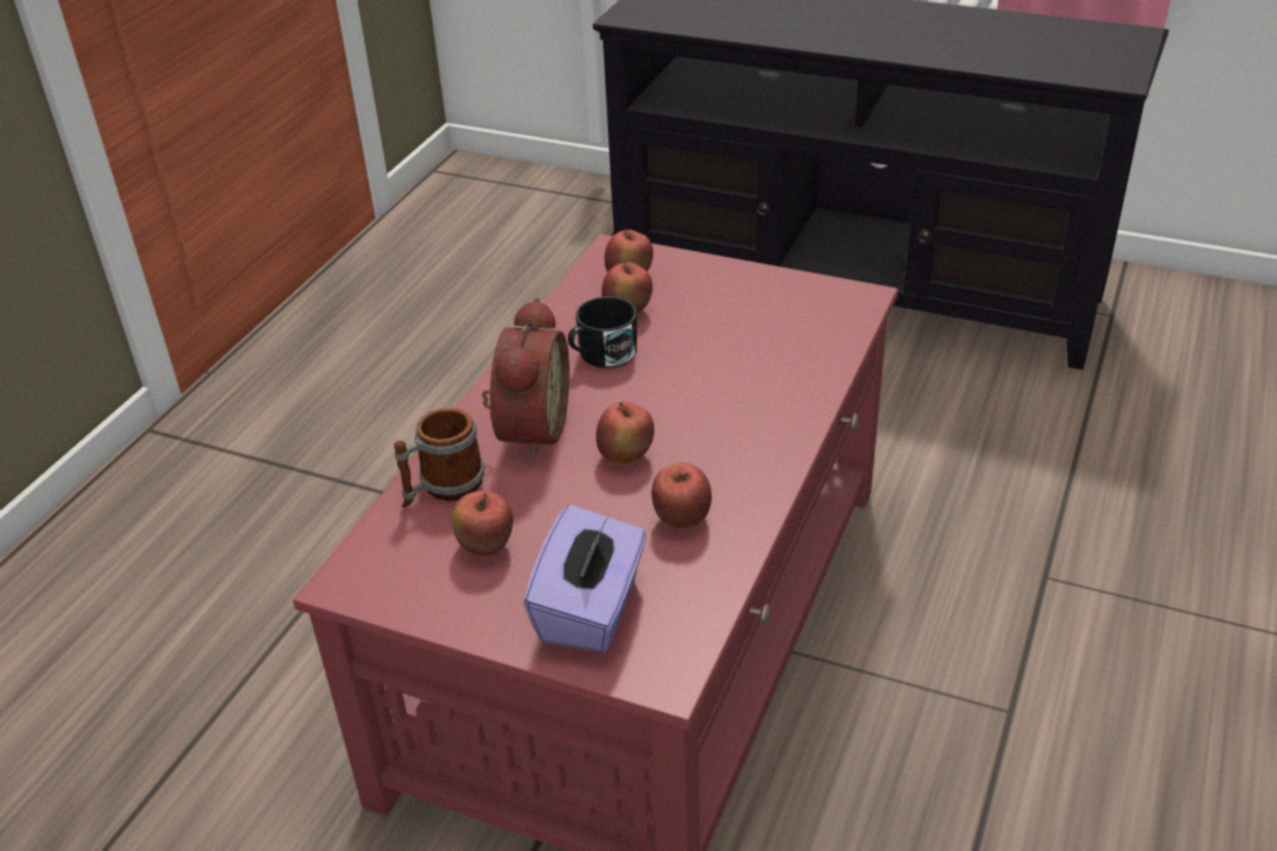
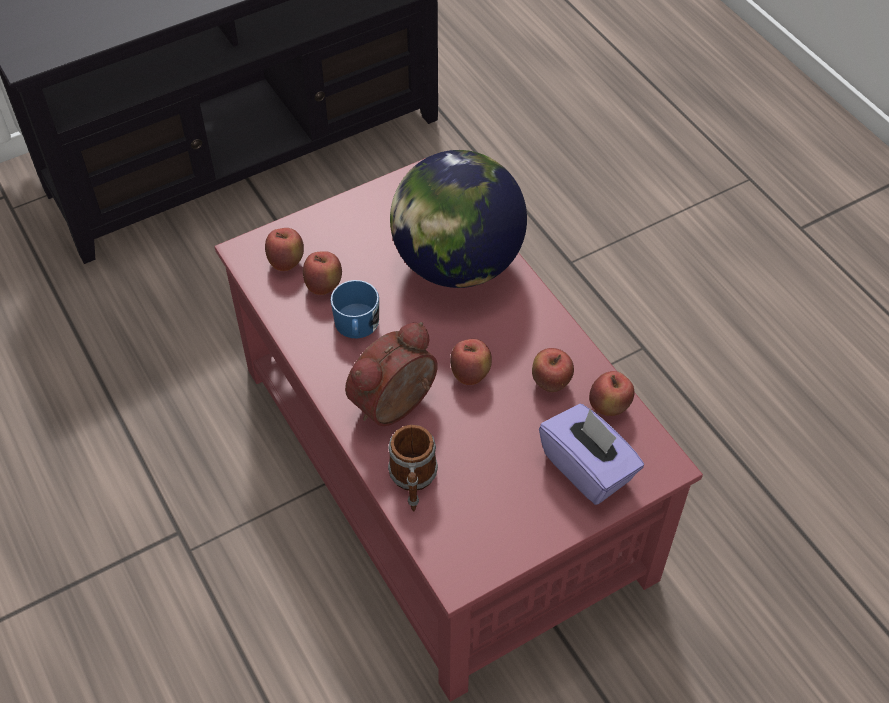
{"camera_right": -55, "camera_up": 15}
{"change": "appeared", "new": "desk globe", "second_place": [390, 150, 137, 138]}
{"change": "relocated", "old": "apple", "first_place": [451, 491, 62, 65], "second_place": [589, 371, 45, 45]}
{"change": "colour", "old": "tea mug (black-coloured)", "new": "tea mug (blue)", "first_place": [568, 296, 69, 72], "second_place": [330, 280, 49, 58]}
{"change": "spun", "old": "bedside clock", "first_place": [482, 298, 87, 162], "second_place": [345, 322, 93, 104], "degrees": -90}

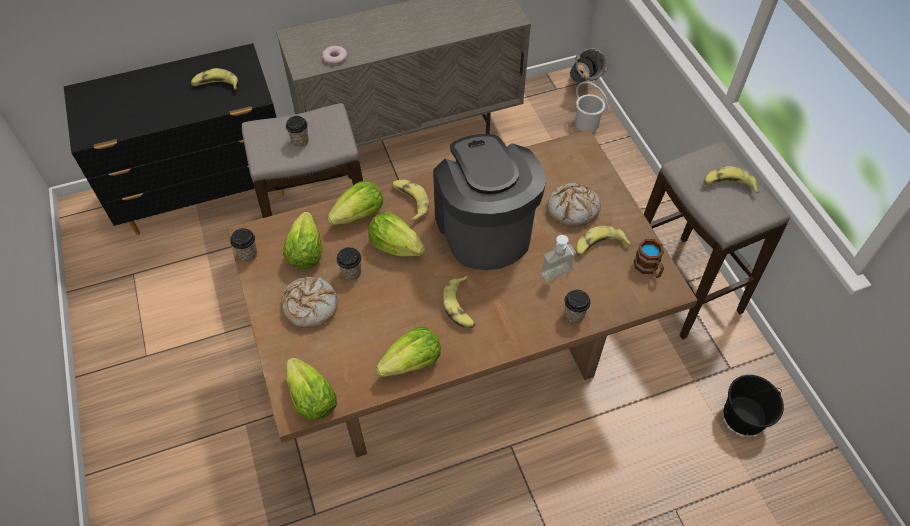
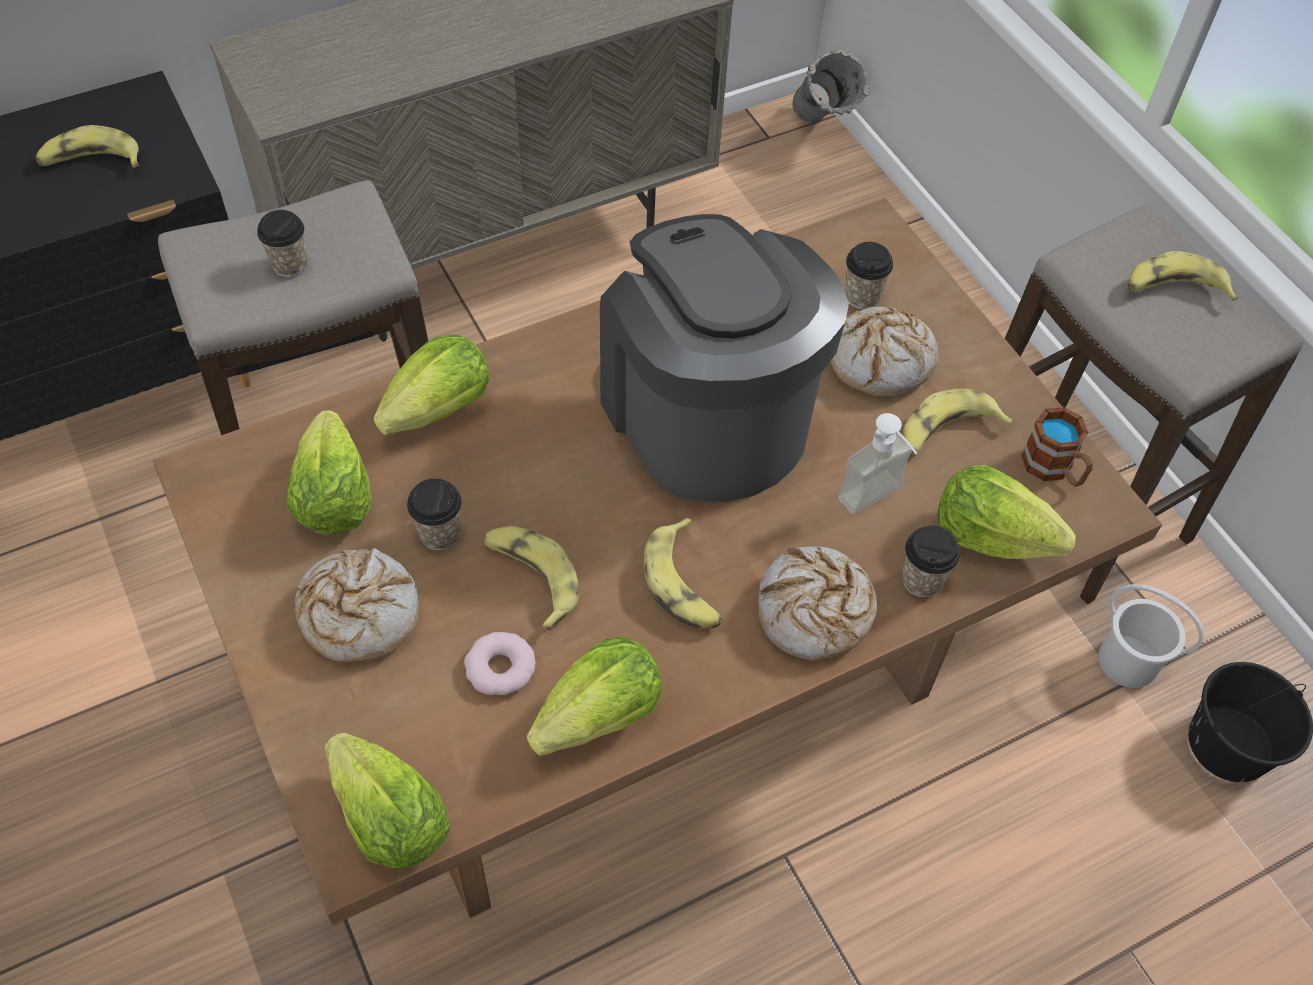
{"camera_right": -10, "camera_up": 0}
{"change": "appeared", "new": "baked bread", "second_place": [758, 546, 119, 115]}
{"change": "relocated", "old": "drinking cup", "first_place": [230, 228, 27, 34], "second_place": [845, 242, 48, 67]}
{"change": "relocated", "old": "doughnut", "first_place": [322, 46, 25, 18], "second_place": [464, 632, 72, 63]}
{"change": "relocated", "old": "lettuce head", "first_place": [368, 212, 58, 45], "second_place": [937, 465, 139, 94]}
{"change": "relocated", "old": "banana", "first_place": [391, 180, 38, 42], "second_place": [483, 526, 96, 105]}
{"change": "relocated", "old": "water bucket (whitish)", "first_place": [575, 81, 33, 51], "second_place": [1098, 584, 106, 104]}

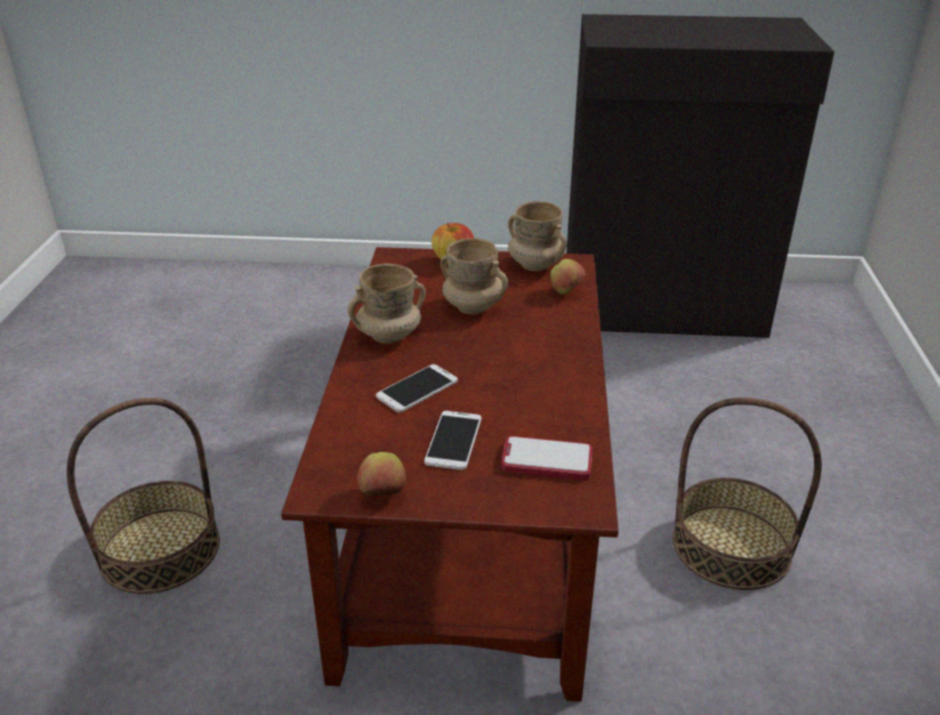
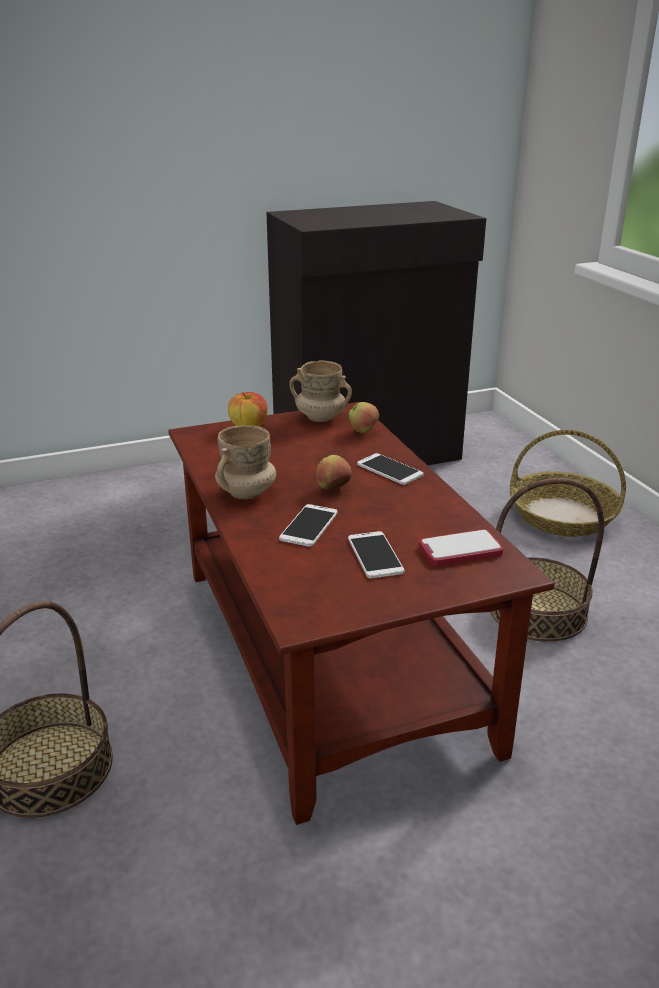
{"camera_right": -25, "camera_up": -5}
{"change": "missing", "old": "tea mug (sand-coloured)", "first_place": [440, 238, 68, 77]}
{"change": "appeared", "new": "telephone", "second_place": [357, 453, 67, 32]}
{"change": "appeared", "new": "household basket", "second_place": [510, 430, 116, 107]}
{"change": "relocated", "old": "apple", "first_place": [357, 452, 49, 43], "second_place": [316, 455, 36, 35]}

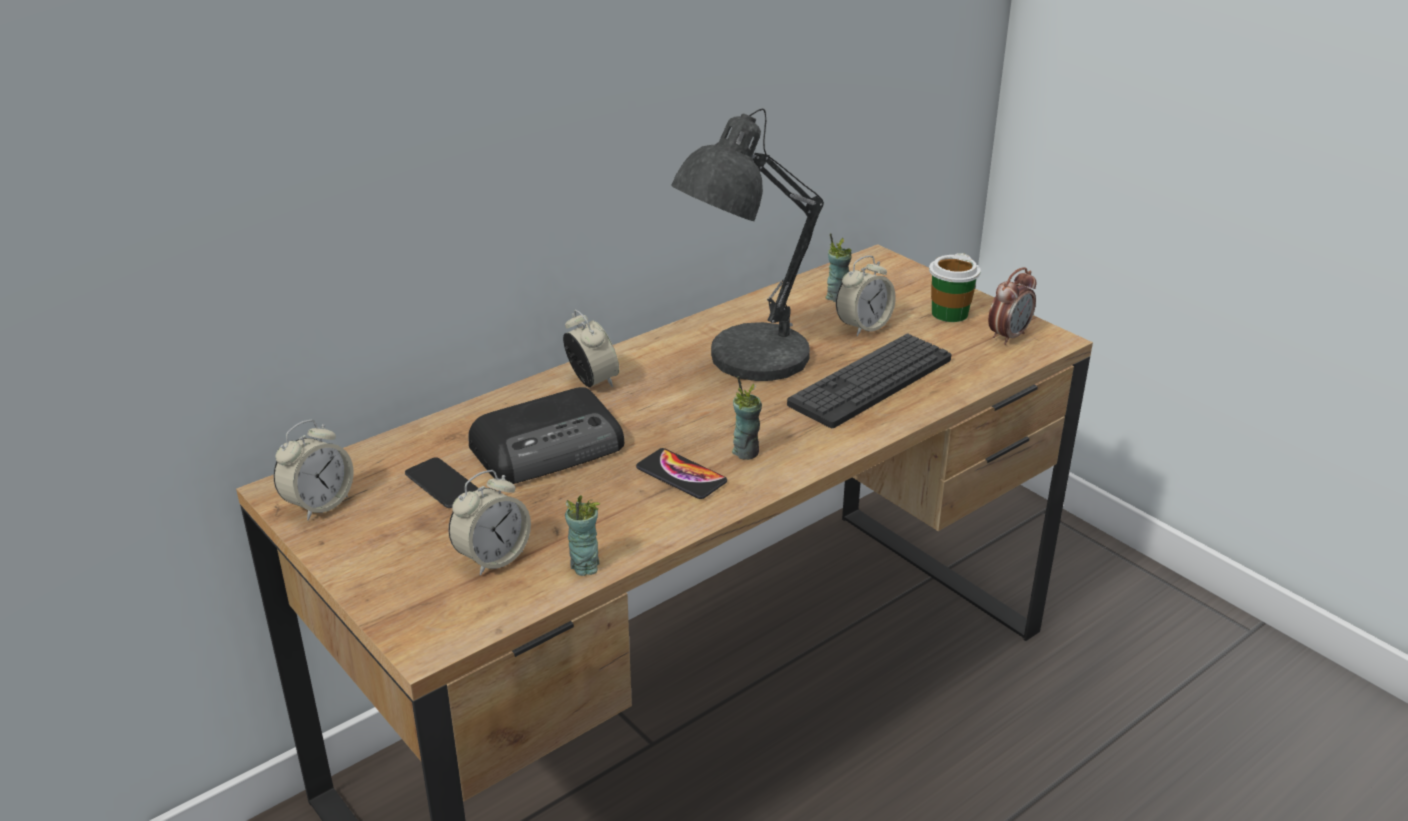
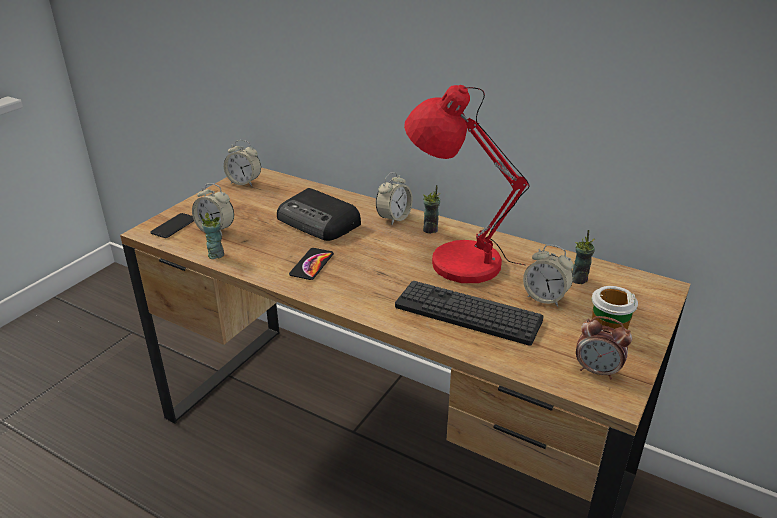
{"camera_right": 70, "camera_up": 0}
{"change": "relocated", "old": "telephone", "first_place": [405, 457, 73, 51], "second_place": [150, 213, 44, 25]}
{"change": "relocated", "old": "drinking cup", "first_place": [732, 376, 30, 84], "second_place": [423, 185, 17, 49]}
{"change": "colour", "old": "tabletop lamp (grey)", "new": "tabletop lamp (red)", "first_place": [671, 109, 153, 272], "second_place": [404, 85, 125, 198]}

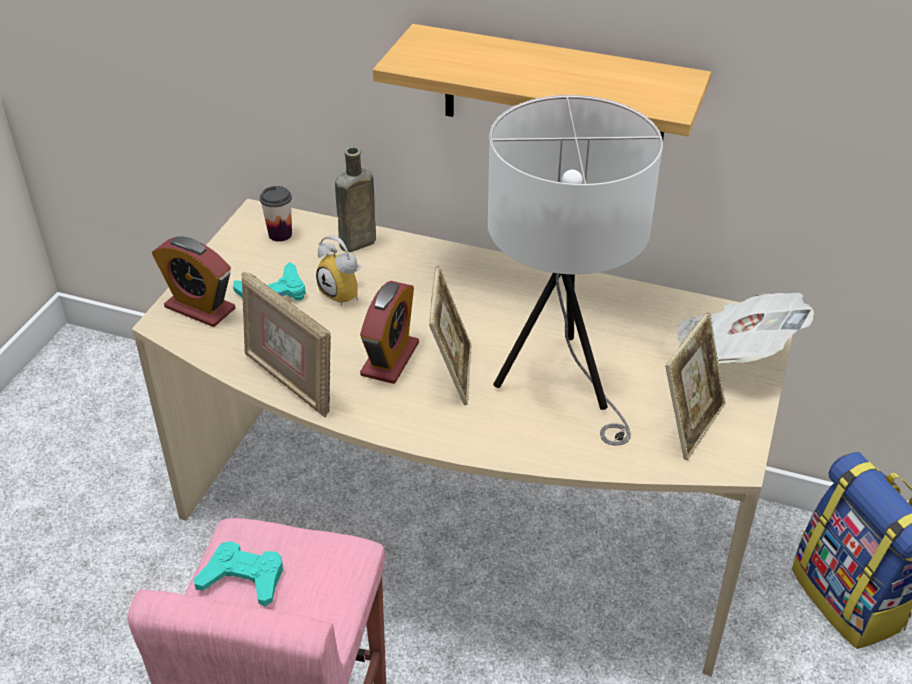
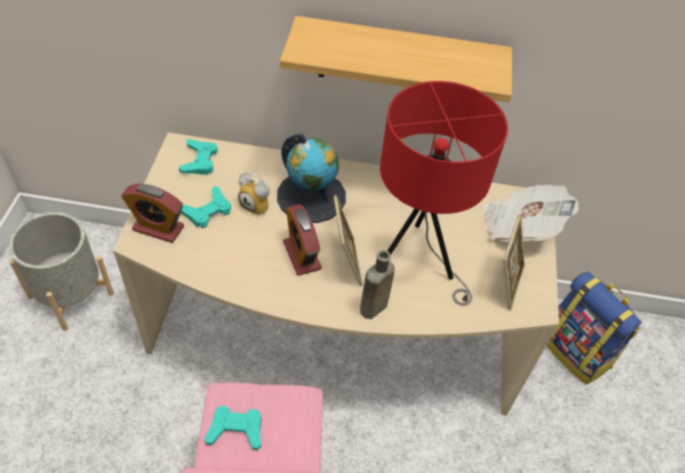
{"camera_right": -15, "camera_up": 10}
{"change": "missing", "old": "photo frame", "first_place": [242, 272, 89, 145]}
{"change": "appeared", "new": "plant pot (grey)", "second_place": [9, 212, 105, 119]}
{"change": "appeared", "new": "desk globe", "second_place": [277, 133, 69, 90]}
{"change": "relocated", "old": "drink bottle (brownish)", "first_place": [335, 147, 41, 105], "second_place": [360, 250, 34, 69]}
{"change": "exchanged", "old": "drinking cup", "new": "gamepad (blue-green)", "first_place": [260, 186, 32, 56], "second_place": [179, 139, 39, 36]}
{"change": "colour", "old": "tabletop lamp (whitish)", "new": "tabletop lamp (red)", "first_place": [488, 95, 175, 350], "second_place": [380, 81, 128, 224]}
{"change": "spun", "old": "bedside clock", "first_place": [360, 281, 59, 103], "second_place": [283, 204, 39, 72], "degrees": 150}

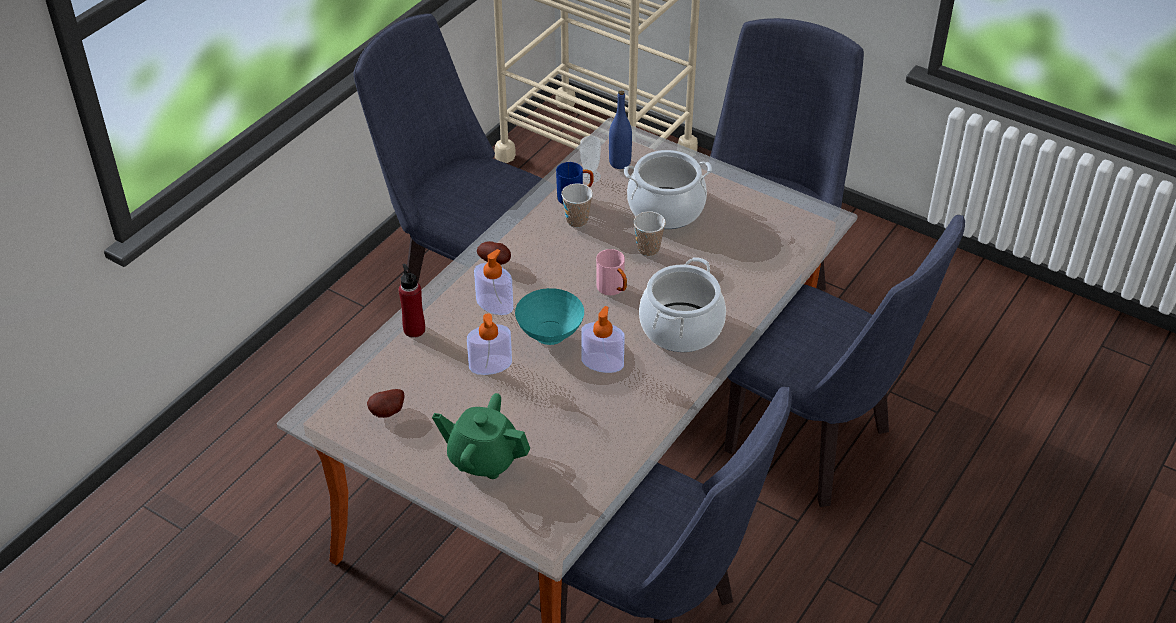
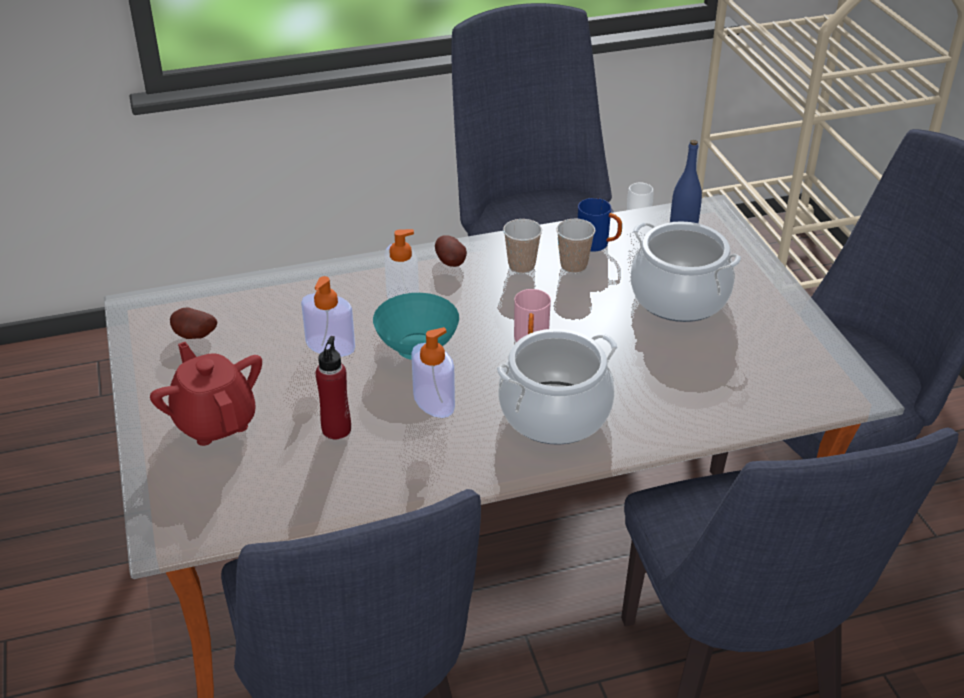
{"camera_right": 40, "camera_up": -5}
{"change": "relocated", "old": "drink bottle (red)", "first_place": [399, 263, 26, 75], "second_place": [316, 336, 35, 103]}
{"change": "relocated", "old": "drinking cup", "first_place": [633, 211, 33, 46], "second_place": [503, 219, 39, 55]}
{"change": "colour", "old": "pot for tea (green-coloured)", "new": "pot for tea (red)", "first_place": [432, 393, 98, 86], "second_place": [150, 342, 112, 104]}

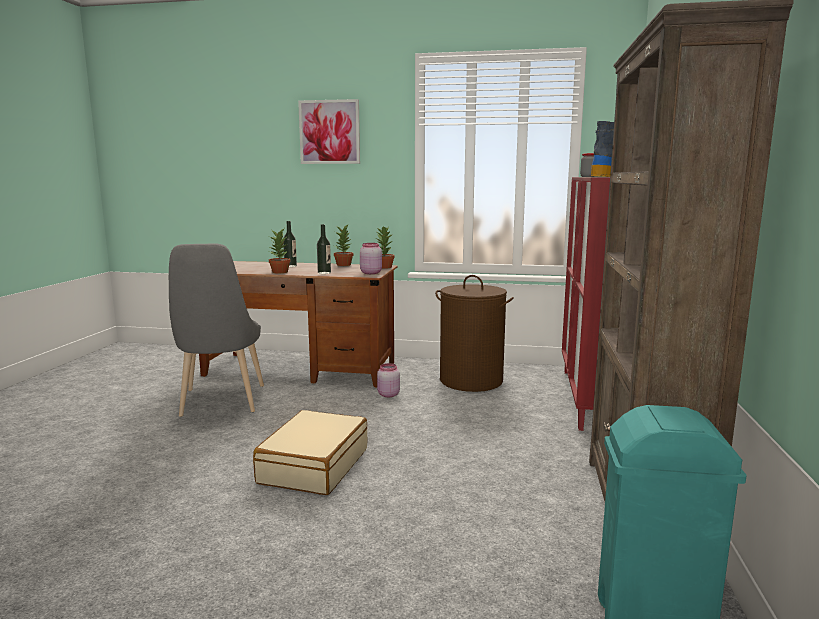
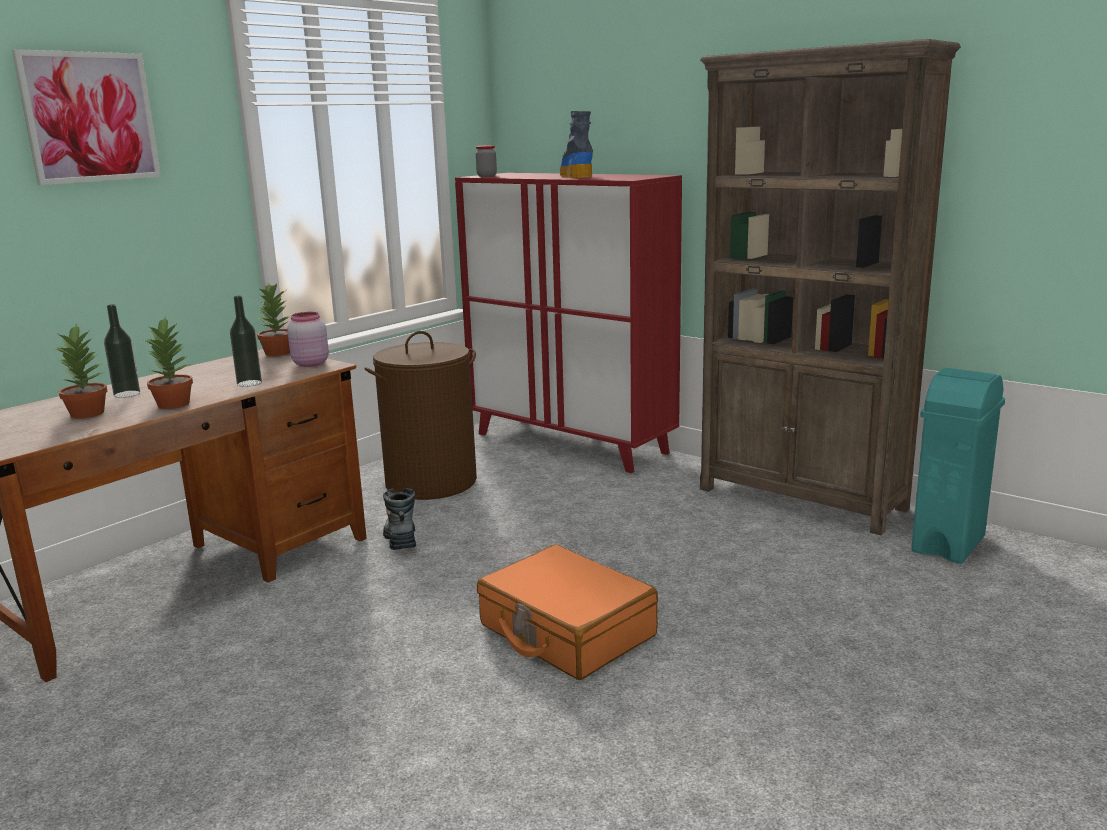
{"camera_right": -60, "camera_up": 5}
{"change": "missing", "old": "upright chair (grey)", "first_place": [169, 244, 95, 173]}
{"change": "relocated", "old": "plant in a pot", "first_place": [334, 225, 19, 41], "second_place": [54, 324, 53, 95]}
{"change": "exchanged", "old": "storage jar (pink)", "new": "high-top boot", "first_place": [377, 363, 23, 34], "second_place": [383, 488, 33, 62]}
{"change": "colour", "old": "piece of luggage (sand-coloured)", "new": "piece of luggage (orange)", "first_place": [253, 410, 115, 85], "second_place": [477, 544, 181, 136]}

